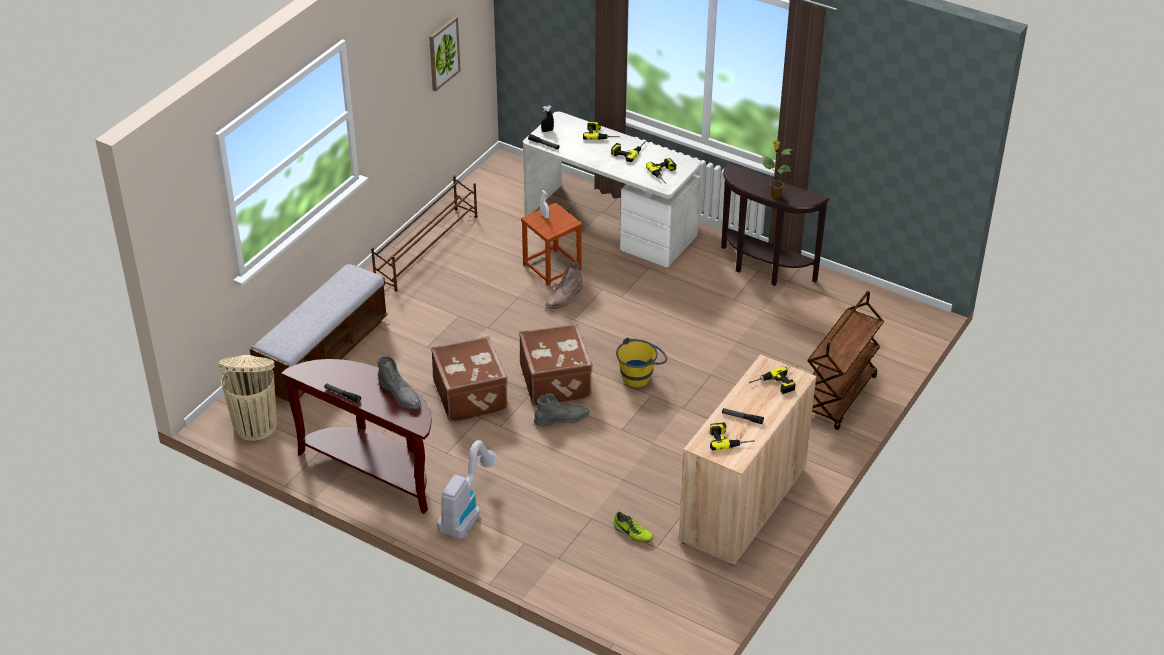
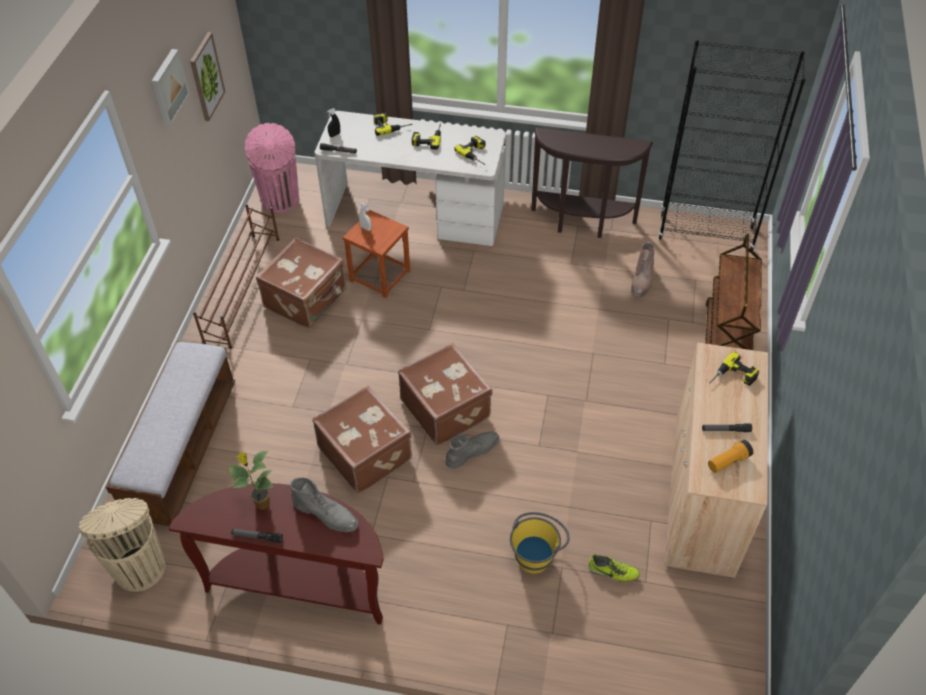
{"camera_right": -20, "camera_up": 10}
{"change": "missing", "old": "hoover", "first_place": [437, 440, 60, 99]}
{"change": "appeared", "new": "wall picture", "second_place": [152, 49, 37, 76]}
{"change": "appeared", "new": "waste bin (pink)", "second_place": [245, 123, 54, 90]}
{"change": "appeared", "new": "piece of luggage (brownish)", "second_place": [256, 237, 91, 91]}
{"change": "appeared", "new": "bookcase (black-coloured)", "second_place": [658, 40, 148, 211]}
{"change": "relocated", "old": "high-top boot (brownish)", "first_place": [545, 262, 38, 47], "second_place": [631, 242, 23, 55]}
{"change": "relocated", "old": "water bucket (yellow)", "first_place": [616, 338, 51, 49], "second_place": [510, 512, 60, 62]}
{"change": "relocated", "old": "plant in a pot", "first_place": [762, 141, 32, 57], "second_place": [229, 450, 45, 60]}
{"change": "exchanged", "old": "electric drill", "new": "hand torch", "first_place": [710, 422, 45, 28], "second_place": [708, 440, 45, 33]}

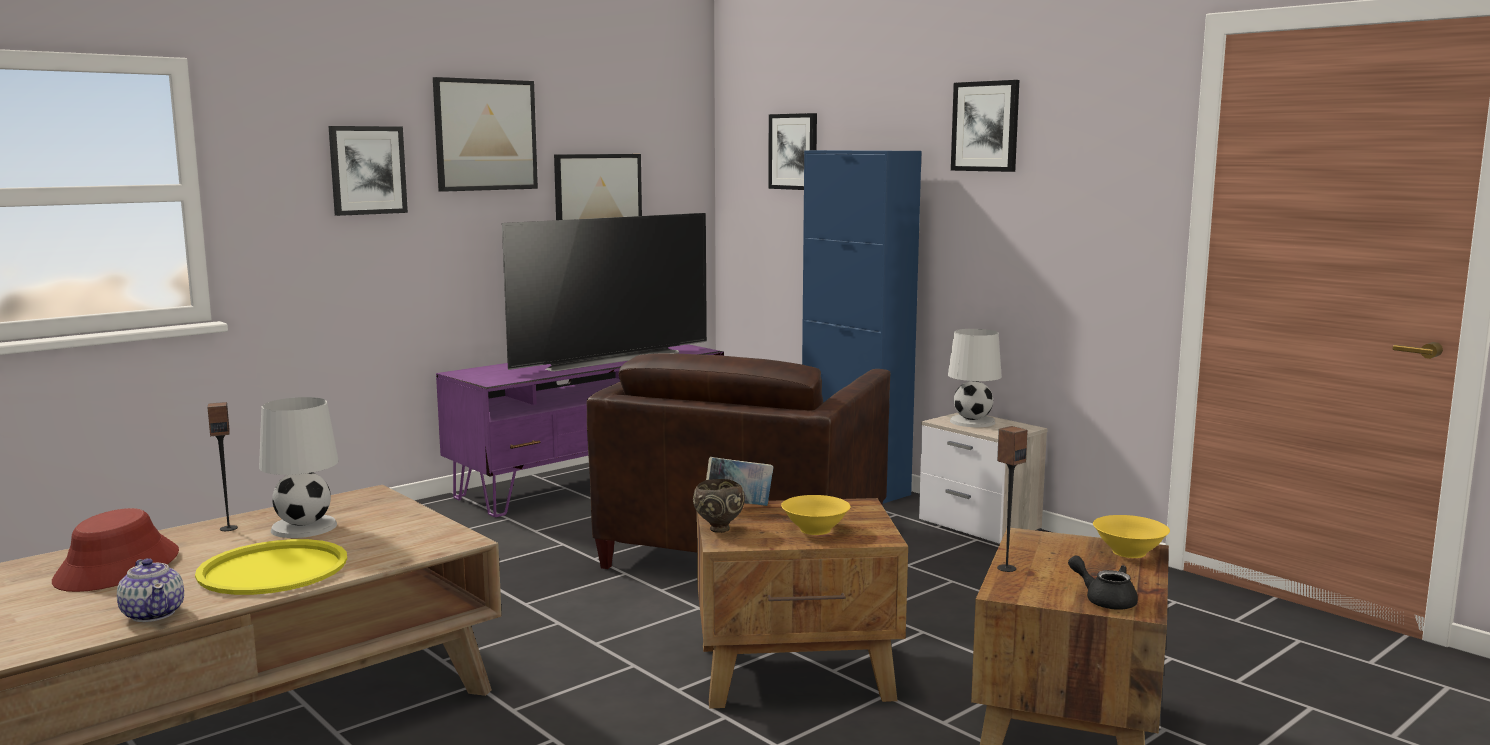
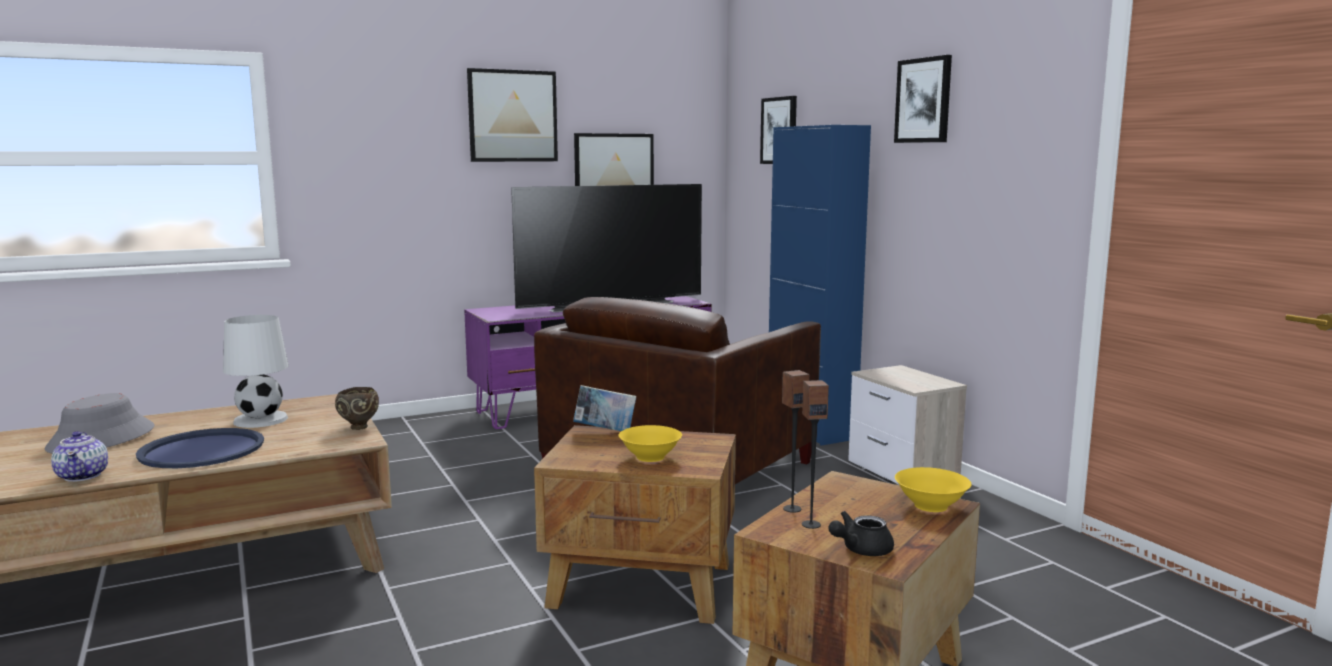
{"camera_right": 15, "camera_up": 0}
{"change": "missing", "old": "wall picture", "first_place": [328, 126, 80, 90]}
{"change": "missing", "old": "tabletop lamp (whitish)", "first_place": [948, 329, 54, 98]}
{"change": "relocated", "old": "loudspeaker", "first_place": [207, 402, 31, 129], "second_place": [802, 380, 27, 149]}
{"change": "relocated", "old": "deep dish (brownish)", "first_place": [693, 479, 52, 54], "second_place": [335, 387, 44, 43]}
{"change": "colour", "old": "wearable hat (red)", "new": "wearable hat (grey)", "first_place": [52, 508, 127, 84], "second_place": [45, 393, 110, 60]}
{"change": "colour", "old": "serving tray (yellow)", "new": "serving tray (blue)", "first_place": [195, 539, 152, 56], "second_place": [136, 428, 128, 40]}
{"change": "spun", "old": "pot for tea (black-coloured)", "first_place": [1068, 555, 70, 55], "second_place": [828, 511, 66, 45], "degrees": -90}

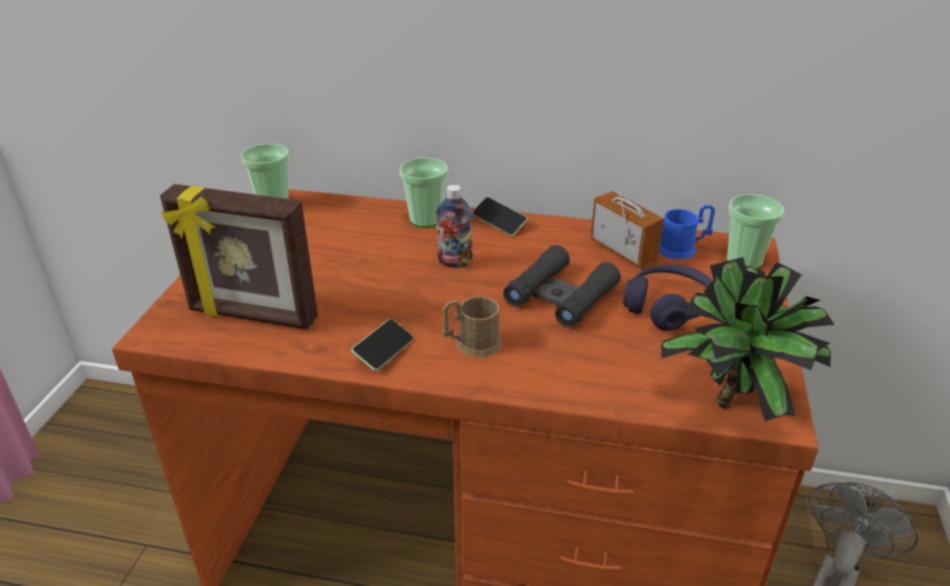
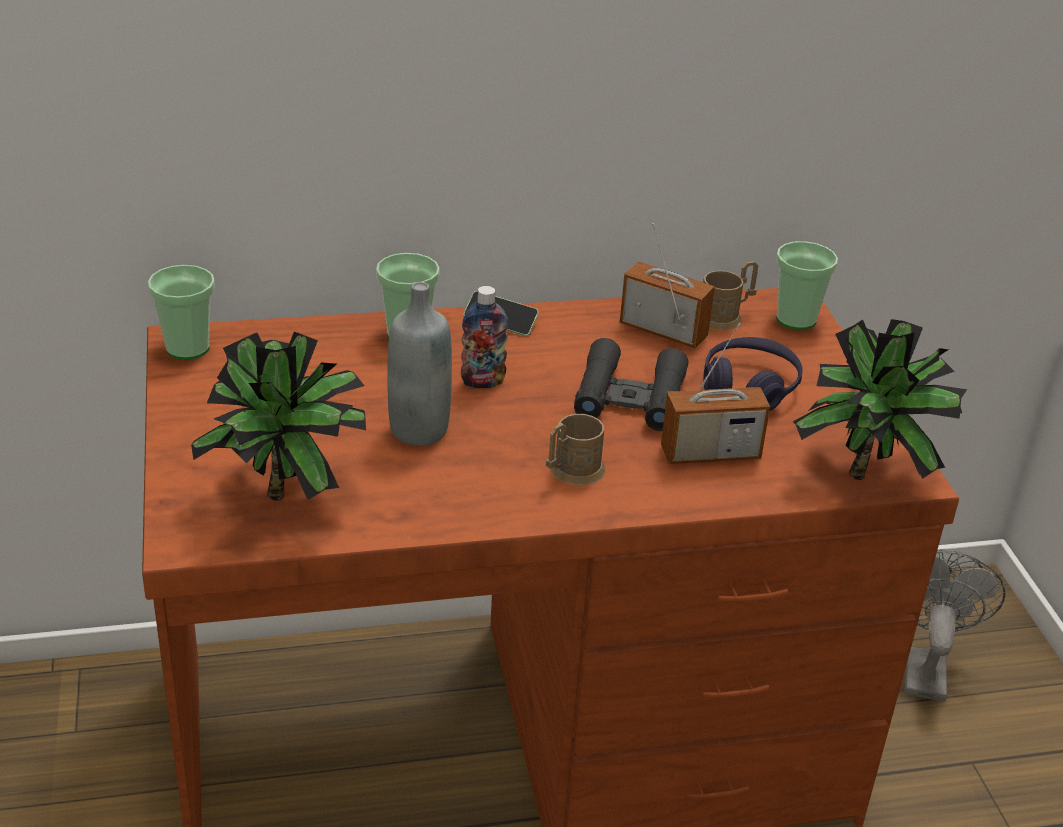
{"camera_right": -25, "camera_up": 0}
{"change": "missing", "old": "telephone", "first_place": [351, 319, 63, 52]}
{"change": "appeared", "new": "drink bottle (grey)", "second_place": [387, 282, 65, 164]}
{"change": "appeared", "new": "radio receiver", "second_place": [661, 323, 109, 141]}
{"change": "exchanged", "old": "photo frame", "new": "plant in a pot", "first_place": [160, 184, 158, 146], "second_place": [191, 332, 175, 169]}
{"change": "colour", "old": "tea mug (blue)", "new": "tea mug (brownish)", "first_place": [659, 205, 56, 54], "second_place": [703, 261, 56, 70]}

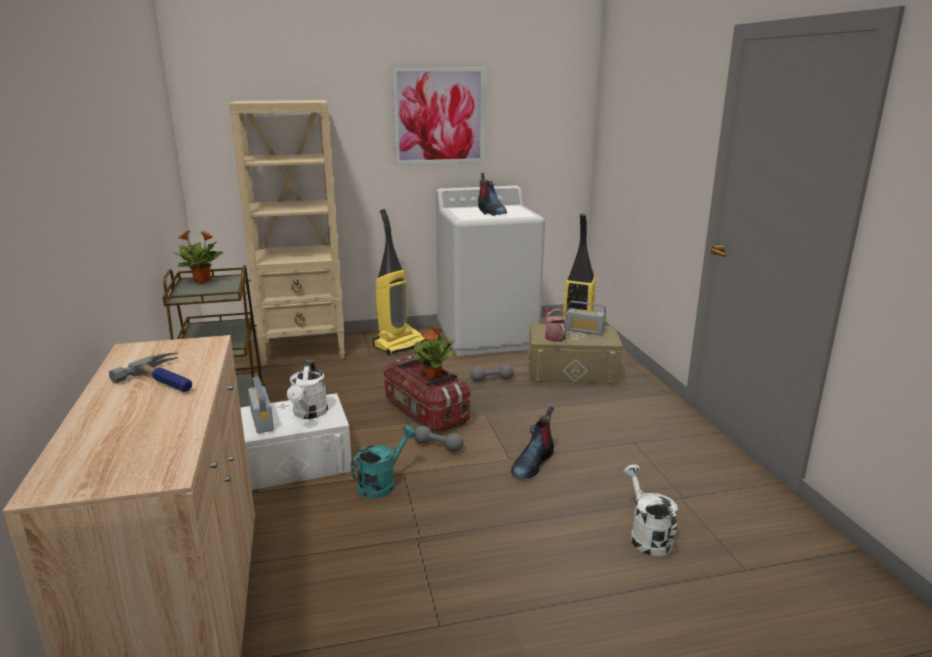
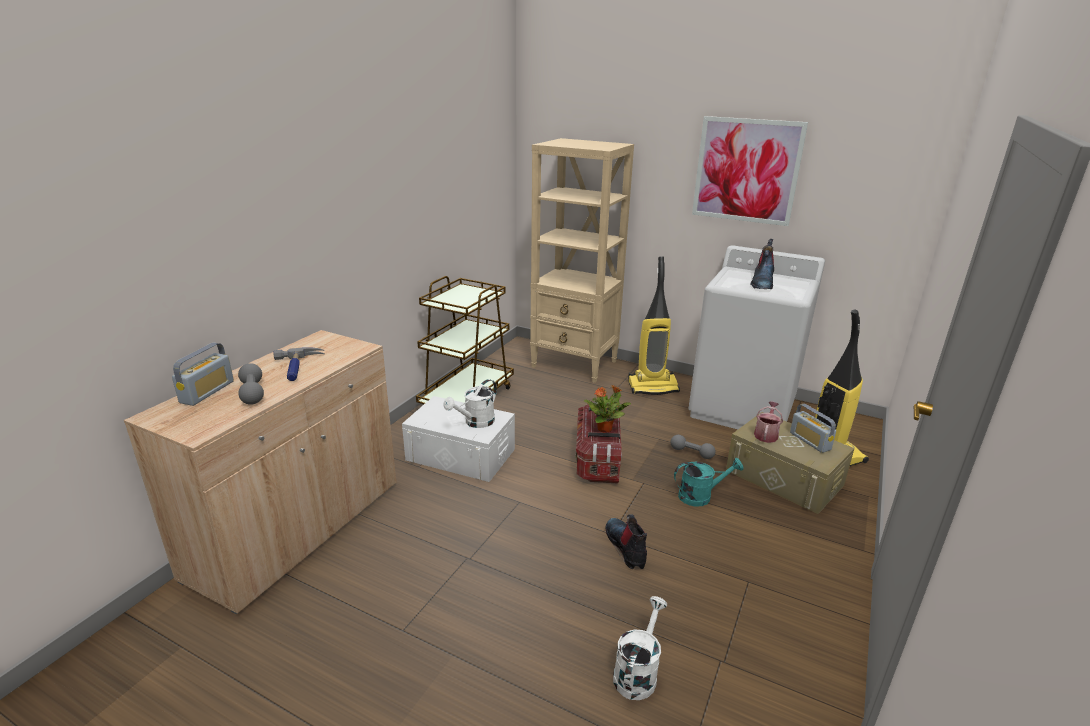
{"camera_right": 40, "camera_up": 5}
{"change": "missing", "old": "plant in a pot", "first_place": [173, 230, 50, 53]}
{"change": "relocated", "old": "radio receiver", "first_place": [248, 377, 26, 56], "second_place": [172, 342, 62, 64]}
{"change": "relocated", "old": "watering pot (blue-green)", "first_place": [351, 426, 65, 73], "second_place": [674, 458, 70, 49]}
{"change": "relocated", "old": "free weight (grey)", "first_place": [414, 426, 49, 26], "second_place": [238, 363, 26, 42]}
{"change": "spun", "old": "high-top boot", "first_place": [511, 407, 43, 72], "second_place": [605, 514, 42, 56], "degrees": 90}

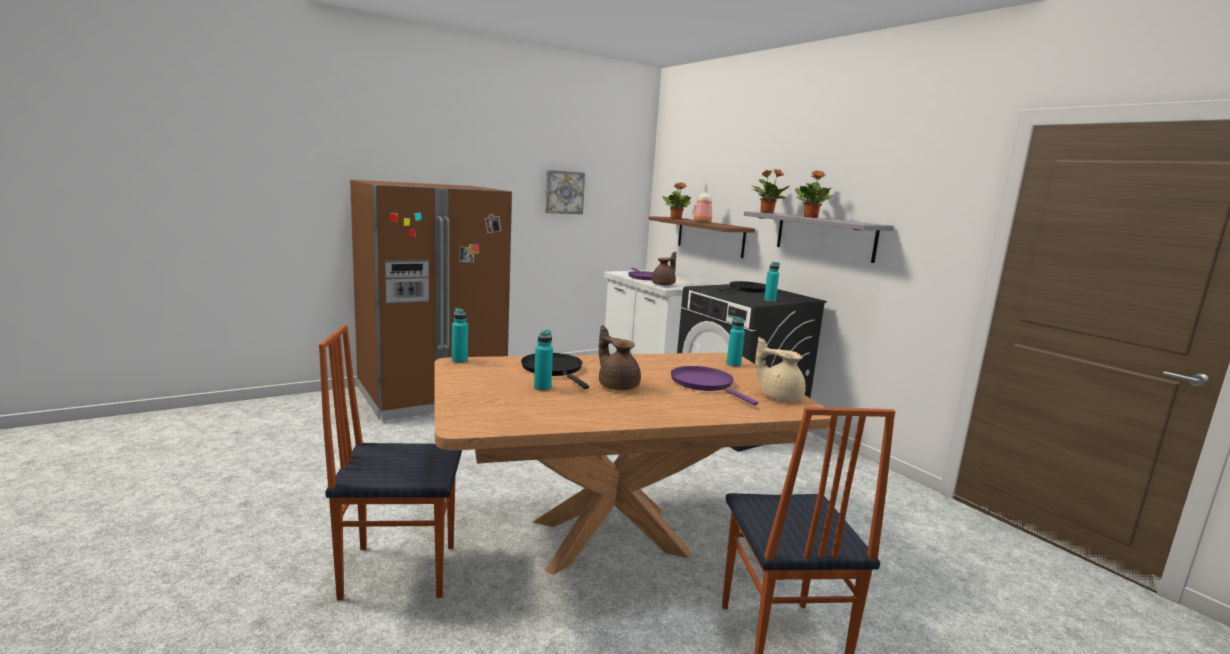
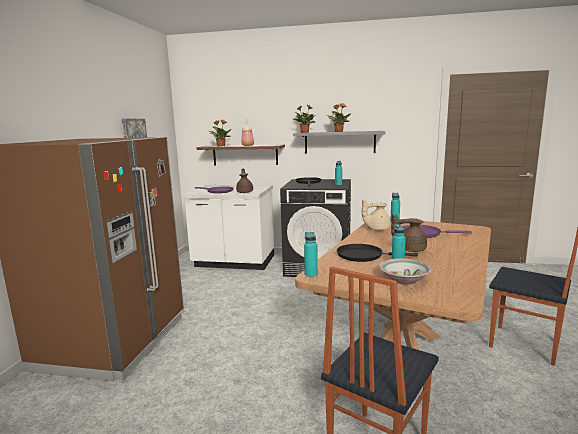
{"camera_right": -45, "camera_up": 0}
{"change": "appeared", "new": "deep dish", "second_place": [379, 258, 53, 27]}
{"change": "relocated", "old": "pot for tea (sand-coloured)", "first_place": [755, 337, 51, 65], "second_place": [362, 199, 29, 31]}

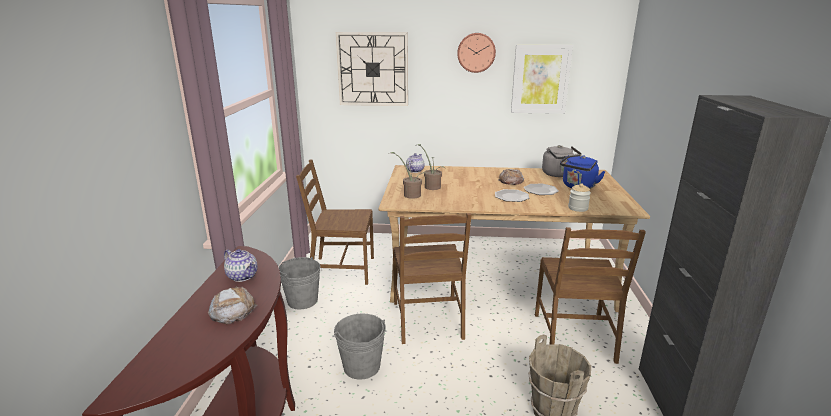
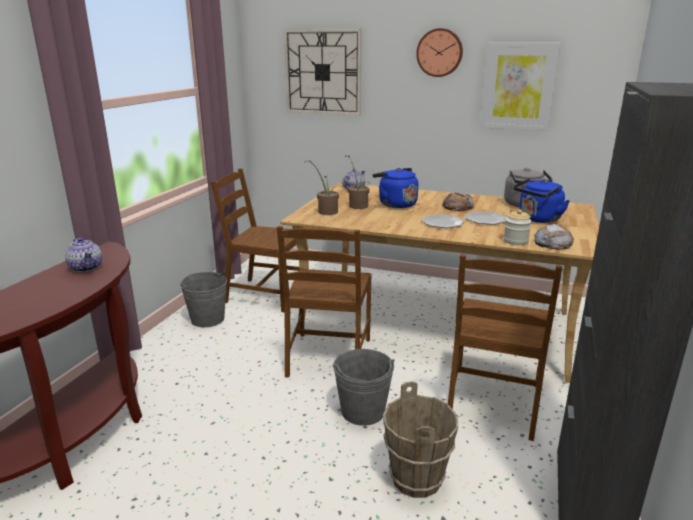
{"camera_right": 15, "camera_up": 0}
{"change": "appeared", "new": "tea kettle (blue)", "second_place": [372, 168, 46, 40]}
{"change": "relocated", "old": "baked bread", "first_place": [208, 286, 49, 38], "second_place": [534, 224, 40, 26]}
{"change": "relocated", "old": "water bucket (grey)", "first_place": [334, 314, 52, 66], "second_place": [333, 349, 62, 77]}

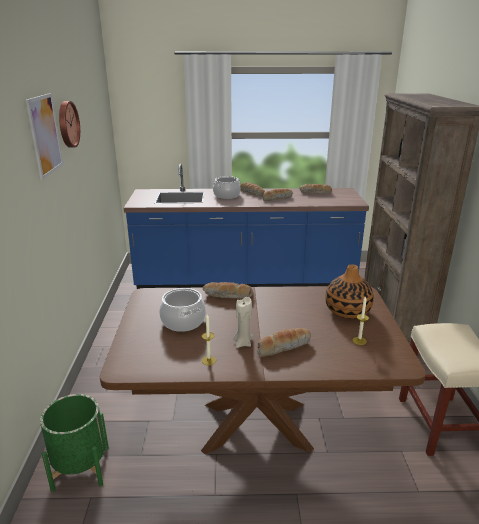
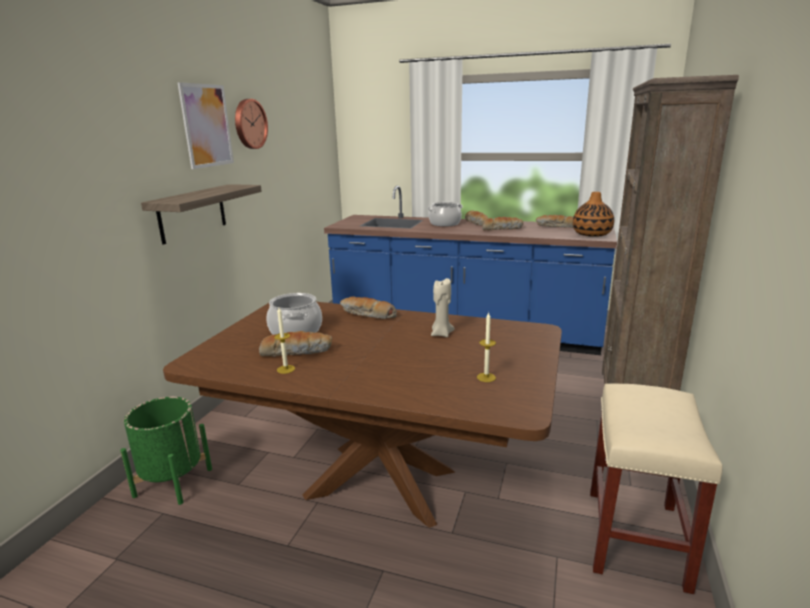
{"camera_right": 20, "camera_up": -5}
{"change": "appeared", "new": "shelf", "second_place": [141, 184, 121, 61]}
{"change": "relocated", "old": "candle (sand-coloured)", "first_place": [234, 297, 19, 51], "second_place": [431, 278, 23, 59]}
{"change": "relocated", "old": "baked bread", "first_place": [257, 328, 54, 29], "second_place": [259, 331, 73, 26]}
{"change": "relocated", "old": "vase", "first_place": [325, 264, 49, 55], "second_place": [573, 192, 41, 45]}

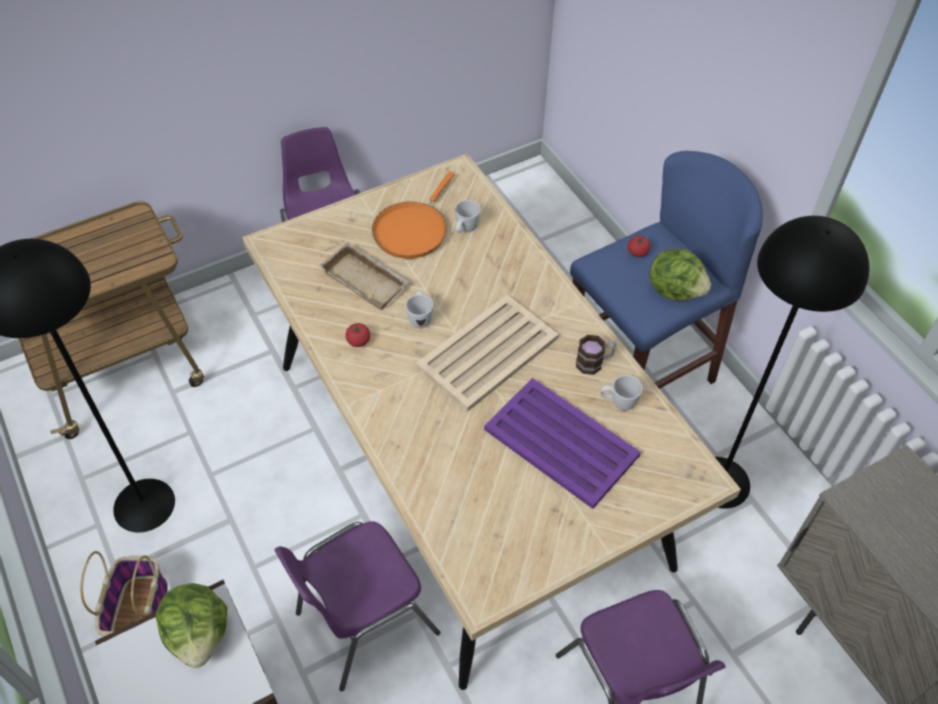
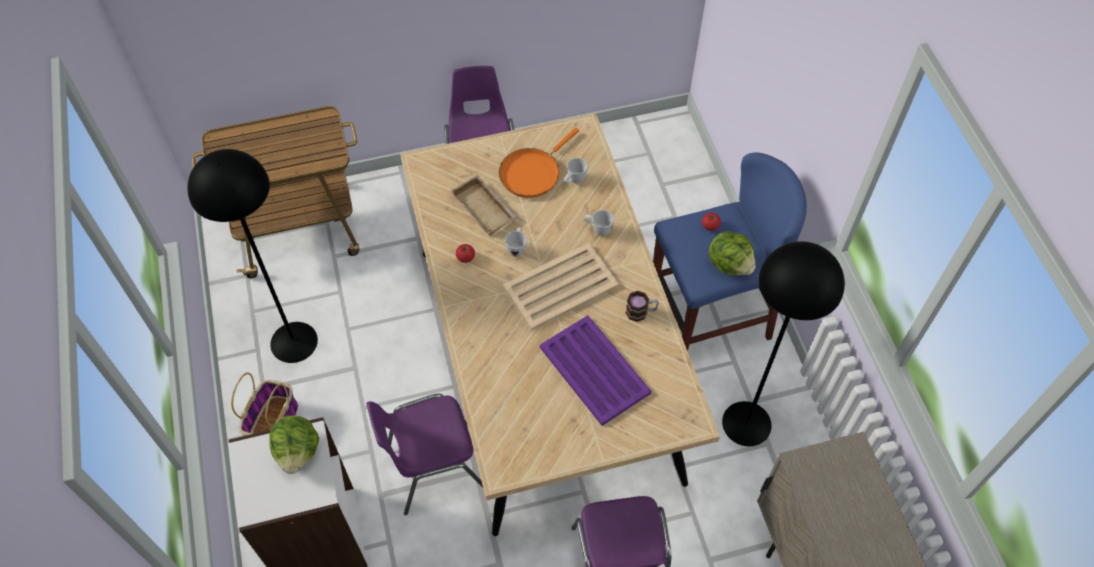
{"camera_right": 15, "camera_up": 5}
{"change": "relocated", "old": "tea mug (whitish)", "first_place": [600, 375, 43, 36], "second_place": [585, 210, 29, 26]}

